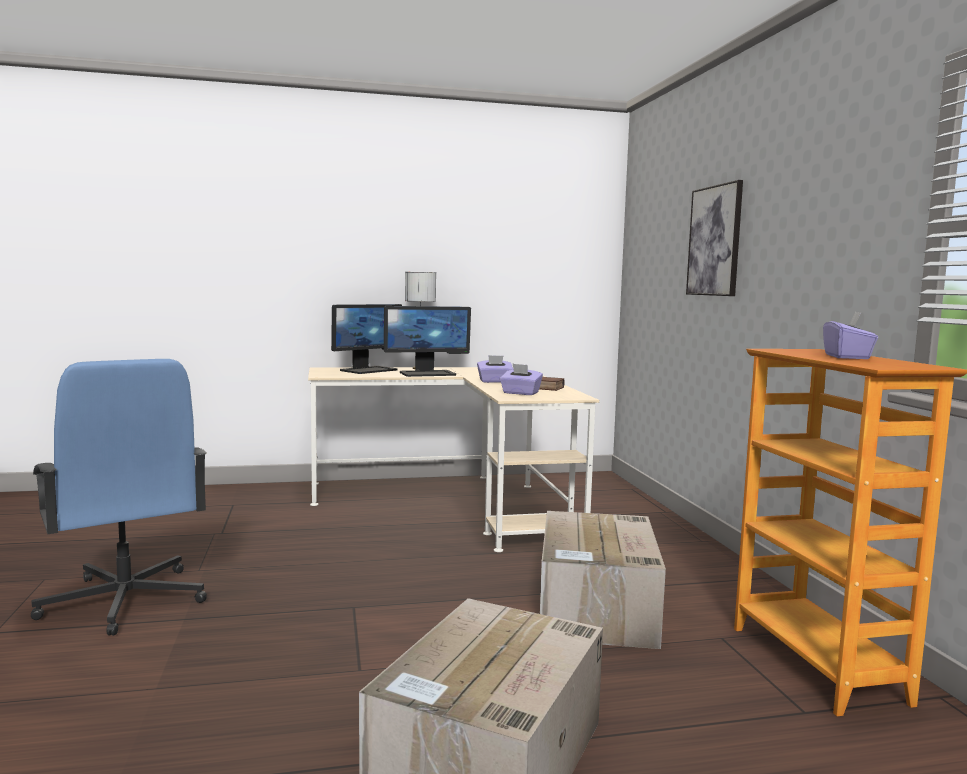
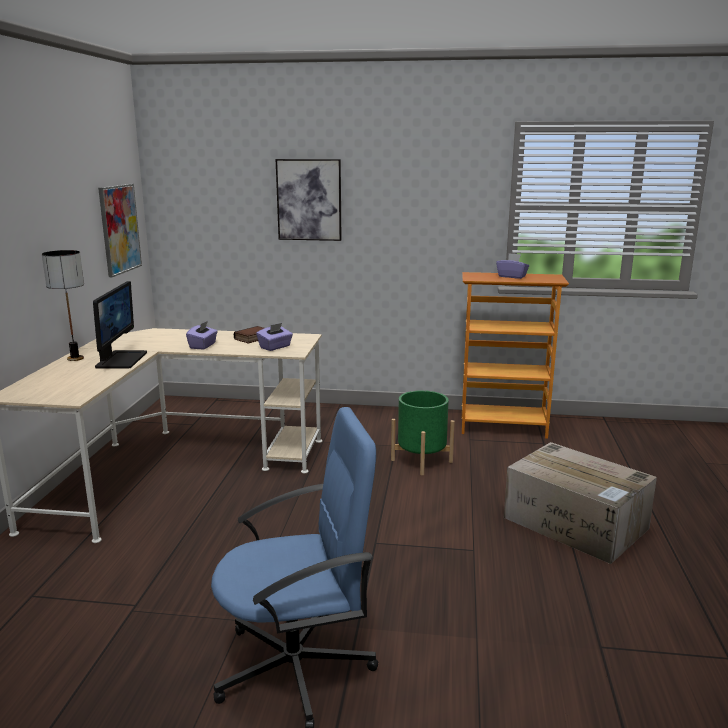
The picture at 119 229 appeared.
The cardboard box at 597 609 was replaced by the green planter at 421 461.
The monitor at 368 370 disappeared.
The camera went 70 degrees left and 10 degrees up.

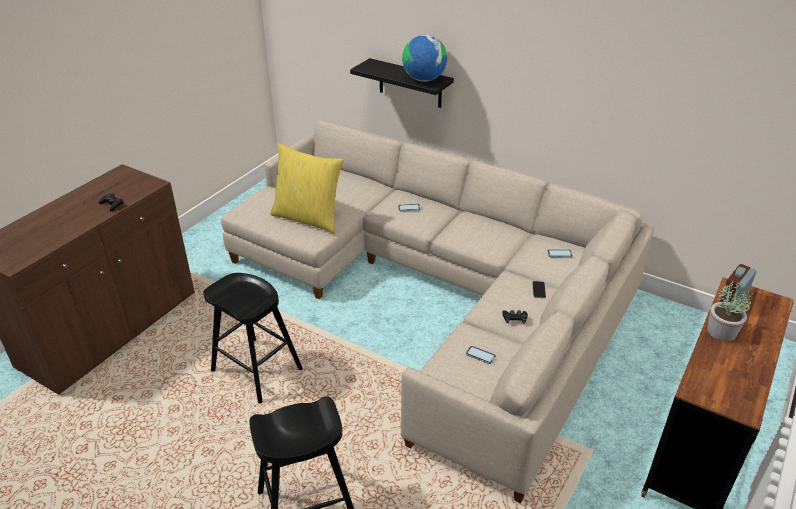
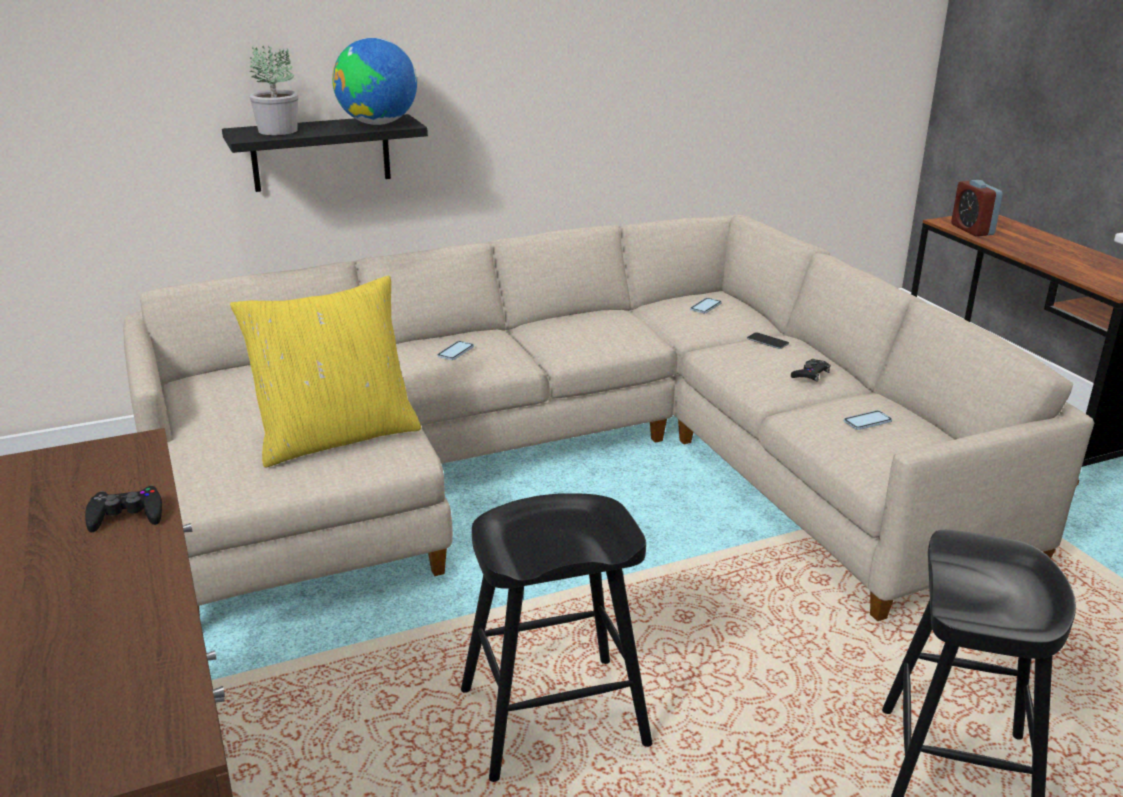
The potted plant moved from 721 332 to 277 131.
The camera went 55 degrees left and 10 degrees down.

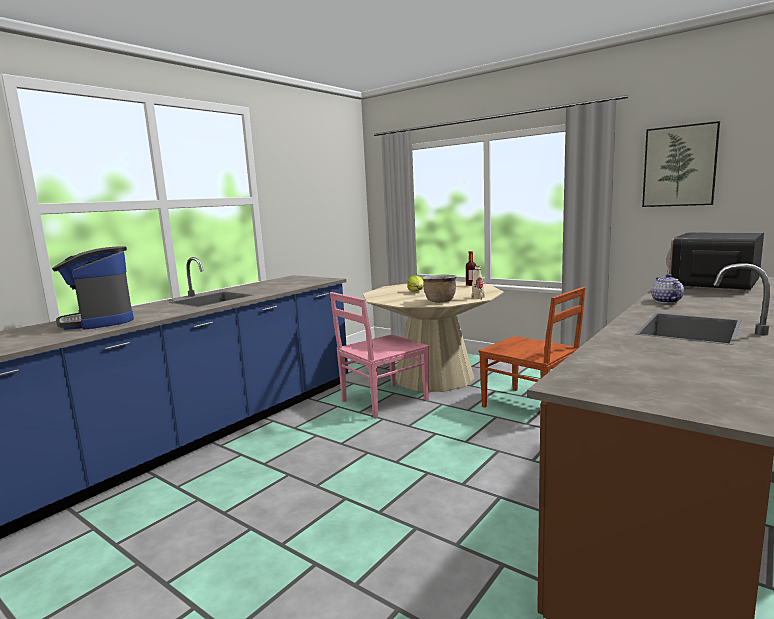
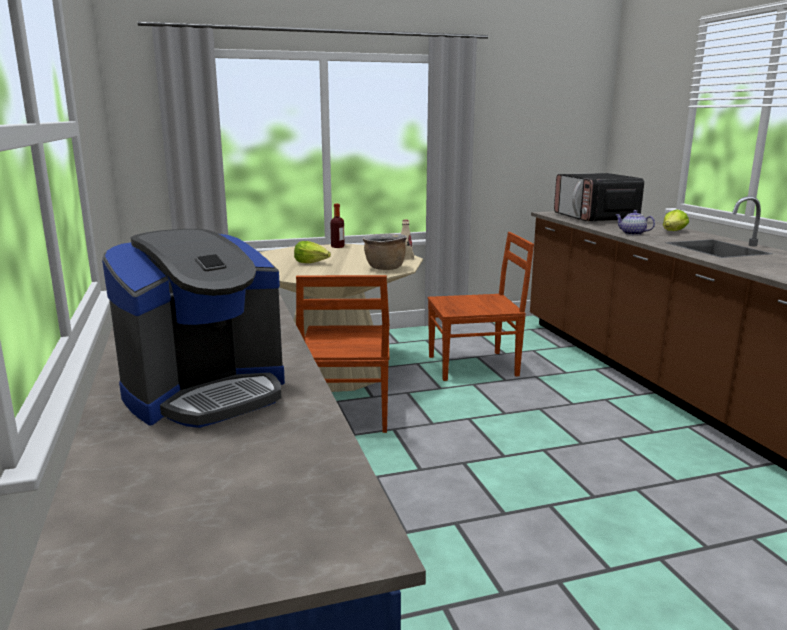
The coffee machine at 99 321 turned 45 degrees counterclockwise.
The pink chair at 382 401 became the brown chair at 347 413.
The lettuce at 673 232 appeared.
The picture at 679 166 disappeared.
The camera went 55 degrees left and 5 degrees up.

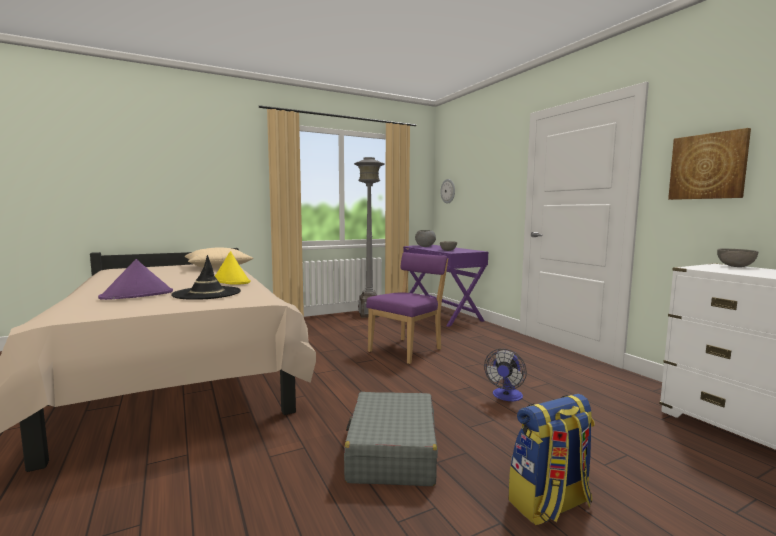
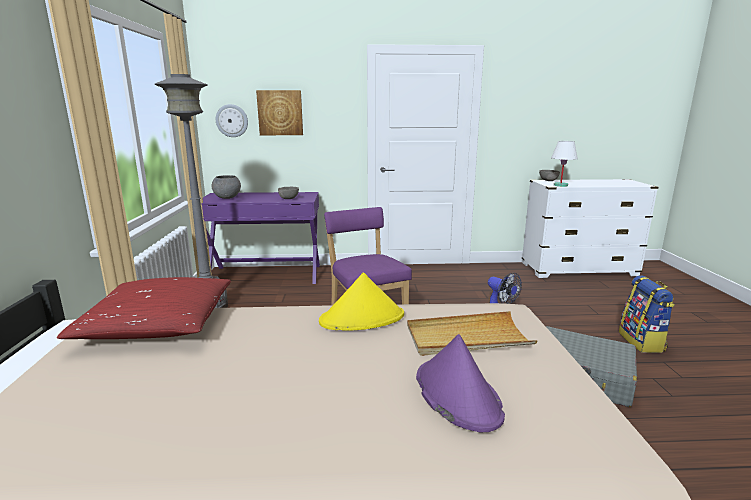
The beige pillow at 218 267 became the red pillow at 158 324.
The picture moved from 708 166 to 280 113.
The black hat at 207 293 was replaced by the beige tray at 467 338.
The white table lamp at 561 185 appeared.
The camera went 65 degrees left and 10 degrees up.

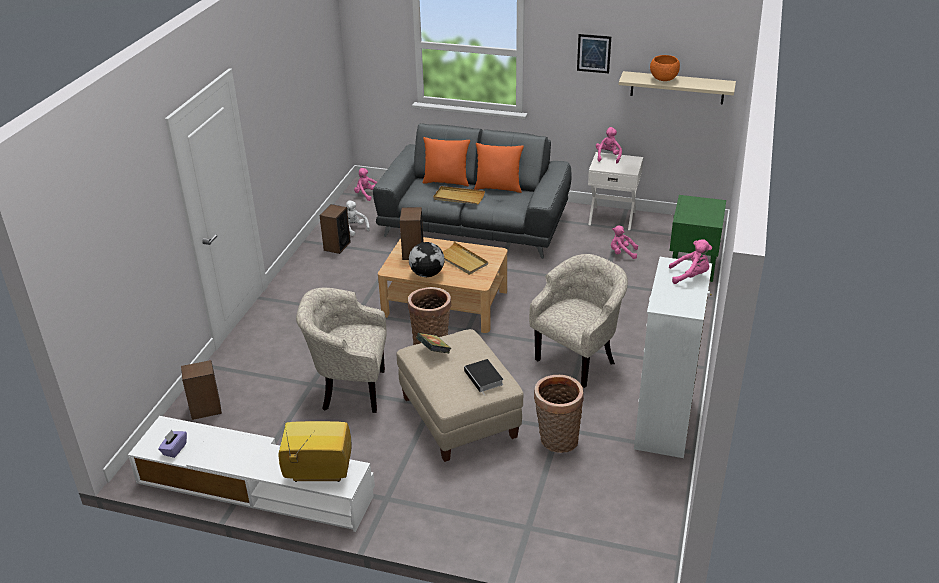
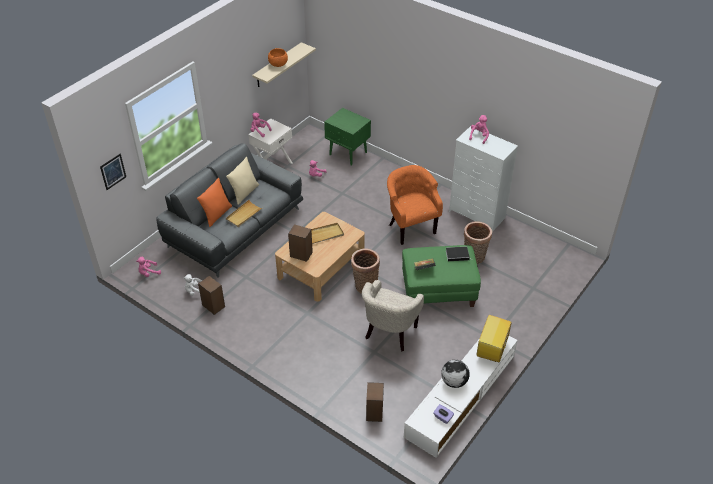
The picture moved from 594 53 to 113 171.
The orange pillow at 498 188 became the beige pillow at 244 193.
The beige armchair at 578 359 became the orange armchair at 410 227.
The beige ottoman at 459 417 became the green ottoman at 438 291.
The globe moved from 427 274 to 454 381.
The camera went 70 degrees left and 10 degrees up.

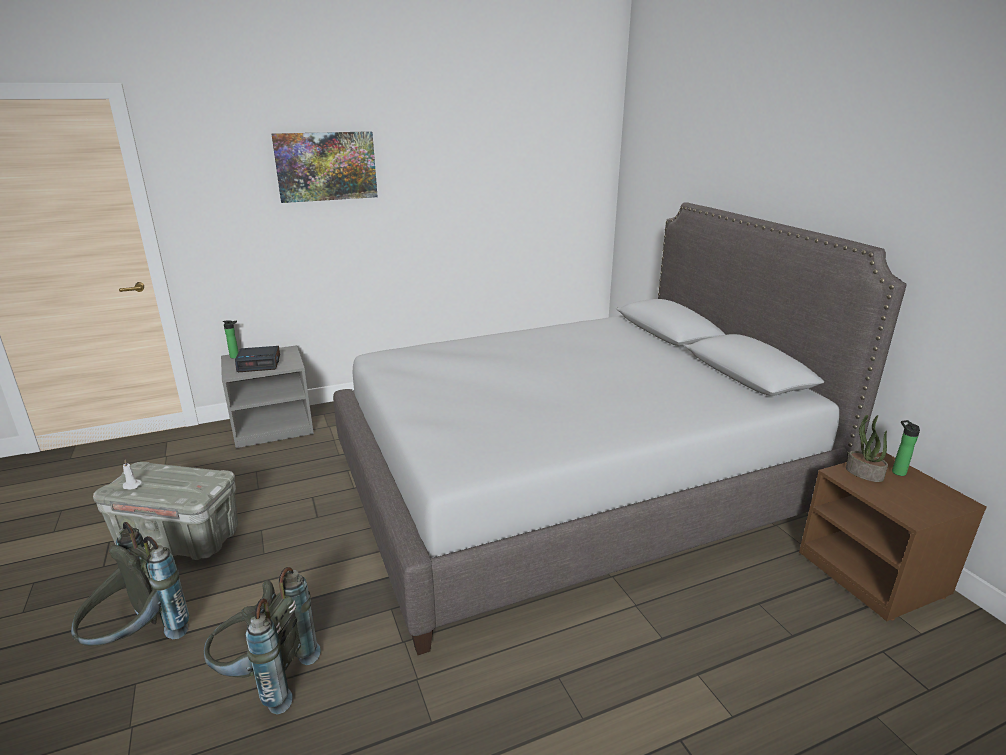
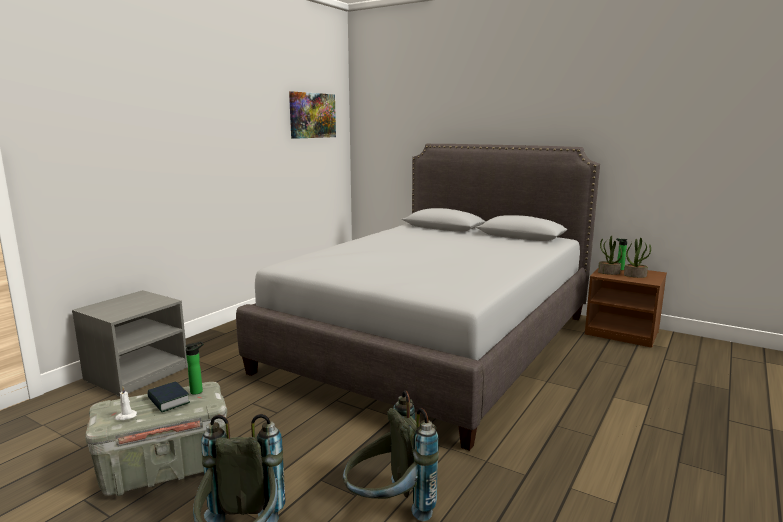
The book at 168 401 appeared.
The bottle moved from 236 356 to 198 391.
The picture moved from 326 166 to 312 115.
The potted plant at 635 275 appeared.
The alarm clock at 259 364 disappeared.
The camera went 35 degrees left and 10 degrees down.

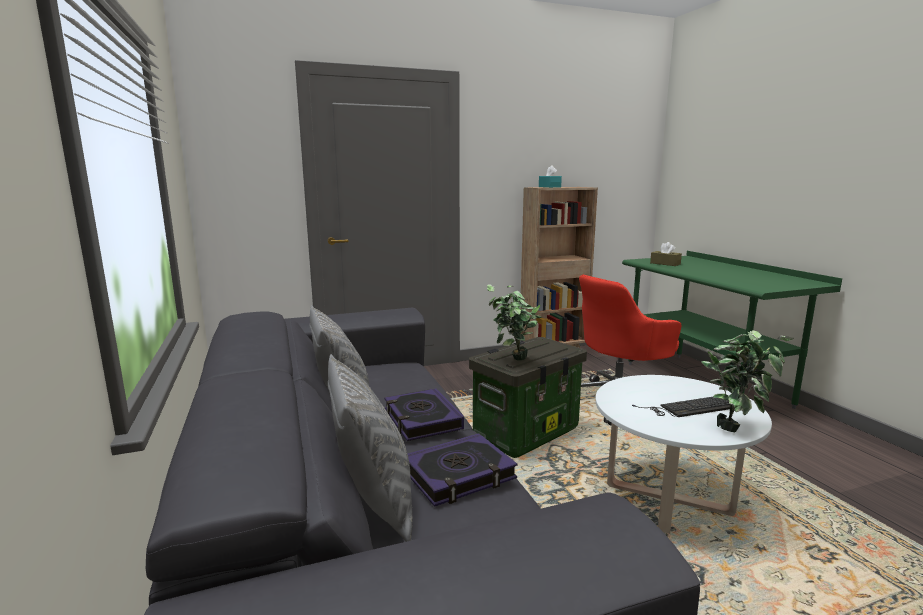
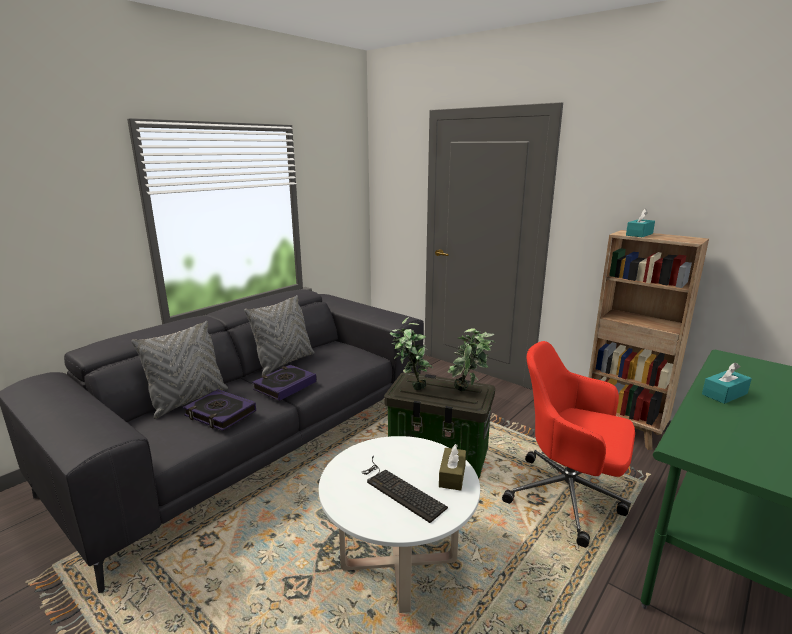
The brown tissue box moved from 665 263 to 452 475.
The potted plant moved from 735 427 to 469 391.
The turquoise tissue box at 724 394 appeared.
The camera went 60 degrees right and 5 degrees up.

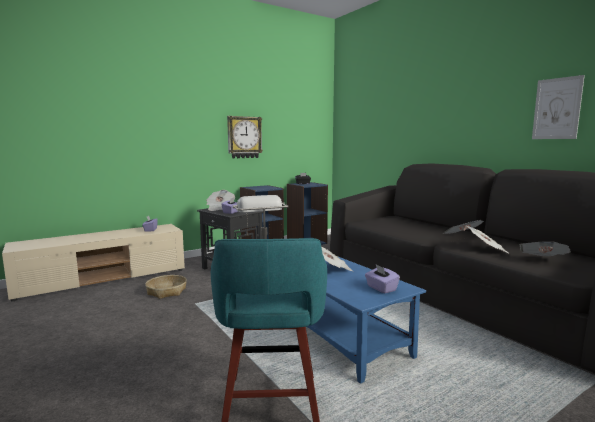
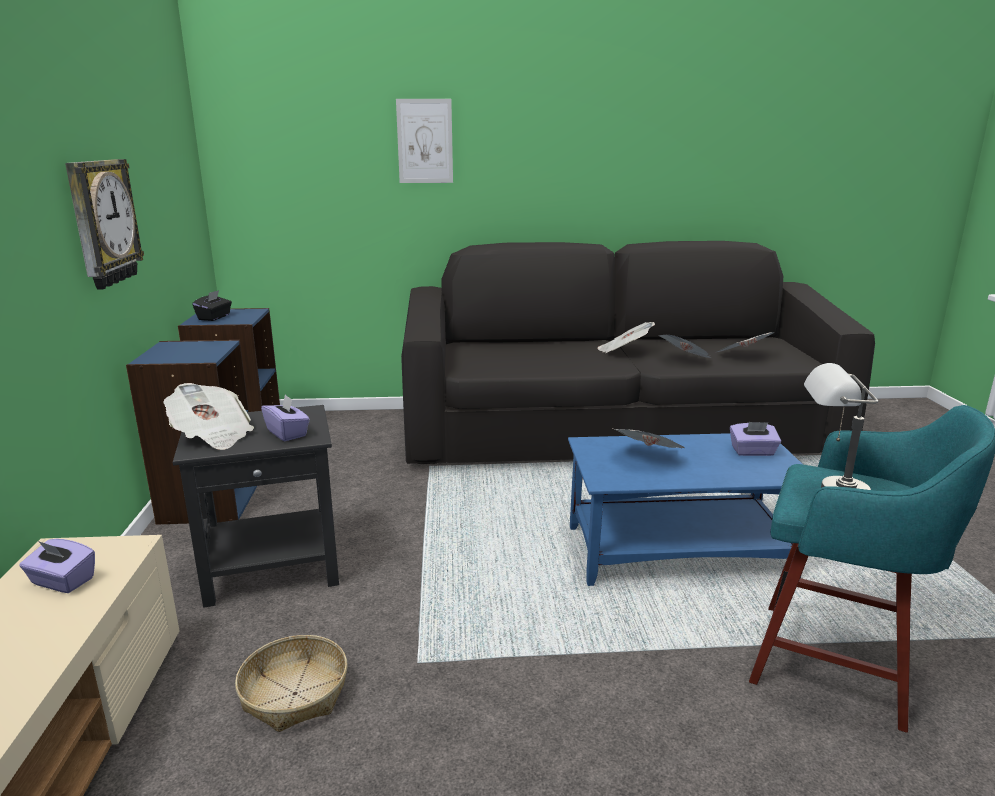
The picture moved from 557 108 to 425 141.
The camera went 60 degrees left and 10 degrees up.

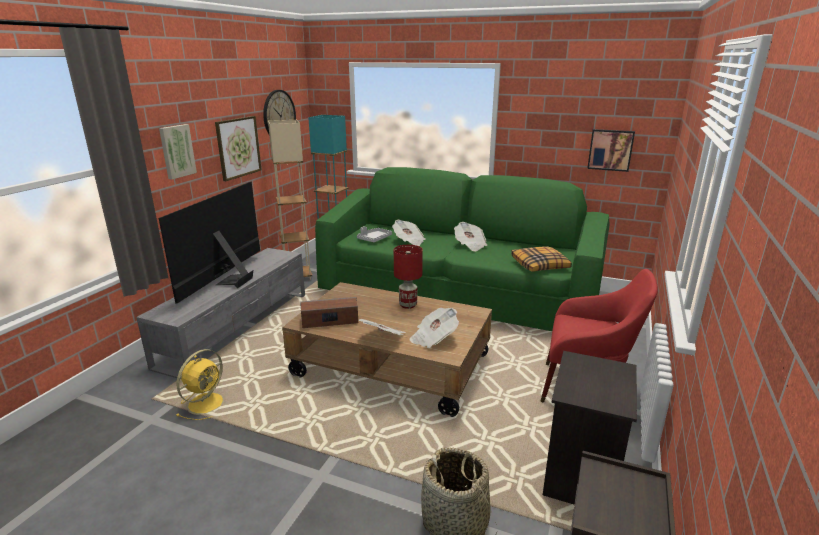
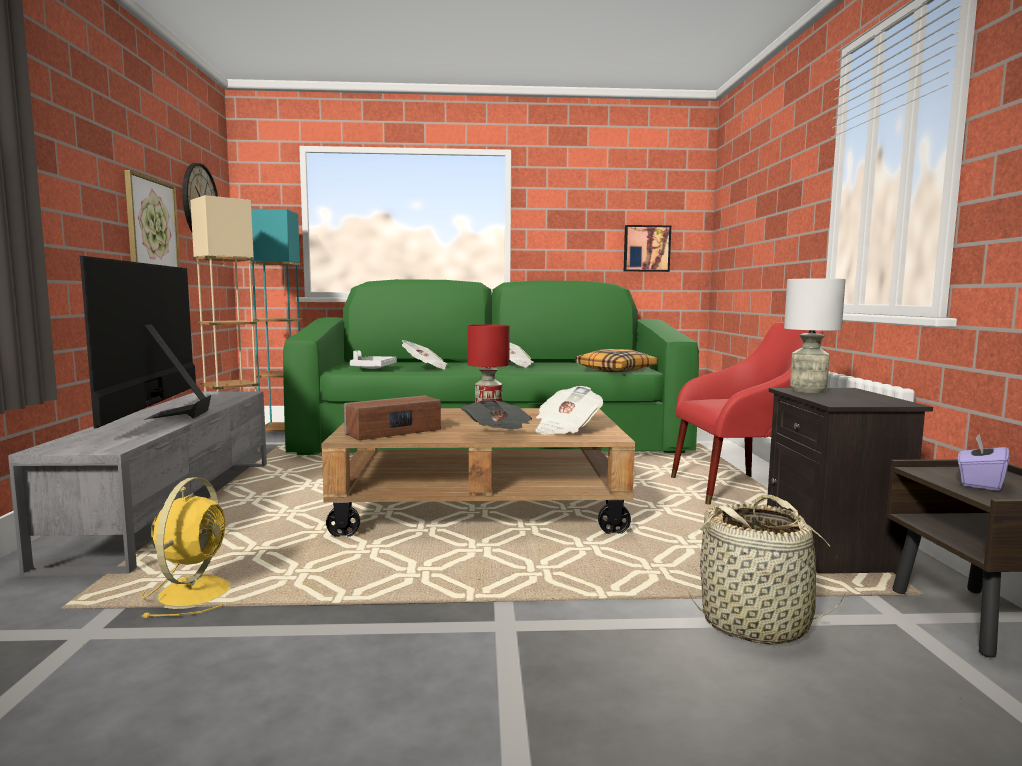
The grey table lamp at 808 391 appeared.
The purple tissue box at 980 483 appeared.
The picture at 176 151 disappeared.
The camera went 25 degrees left and 15 degrees down.

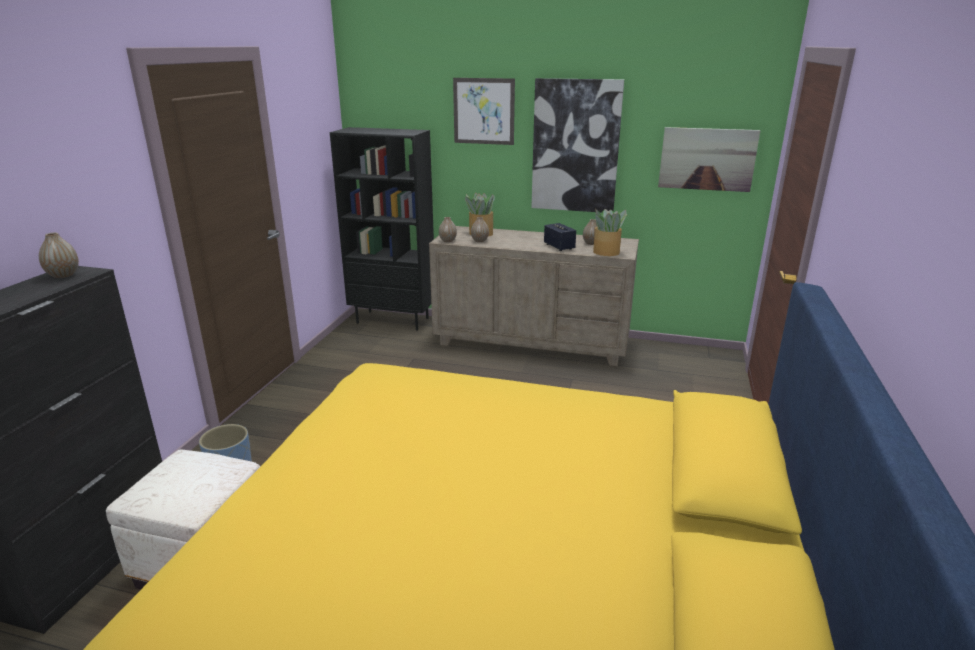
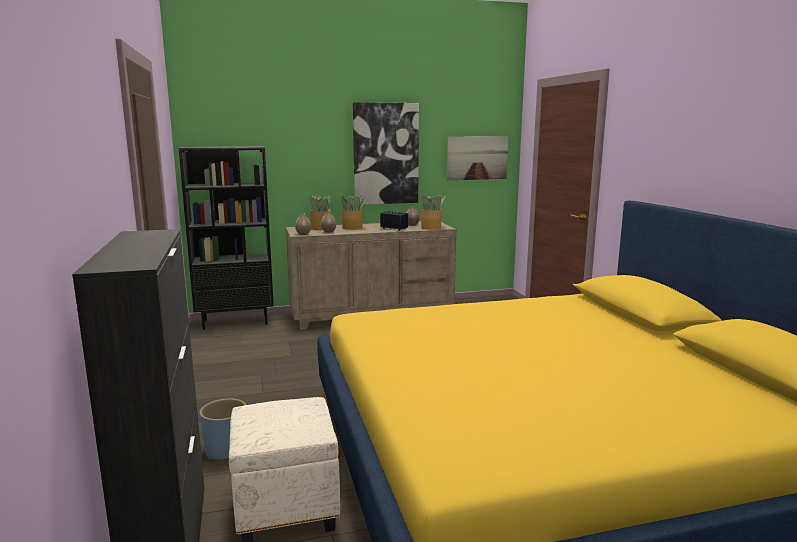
The potted plant at 352 228 appeared.
The vase at 63 275 disappeared.
The picture at 484 111 disappeared.
The camera went 30 degrees left and 10 degrees down.

